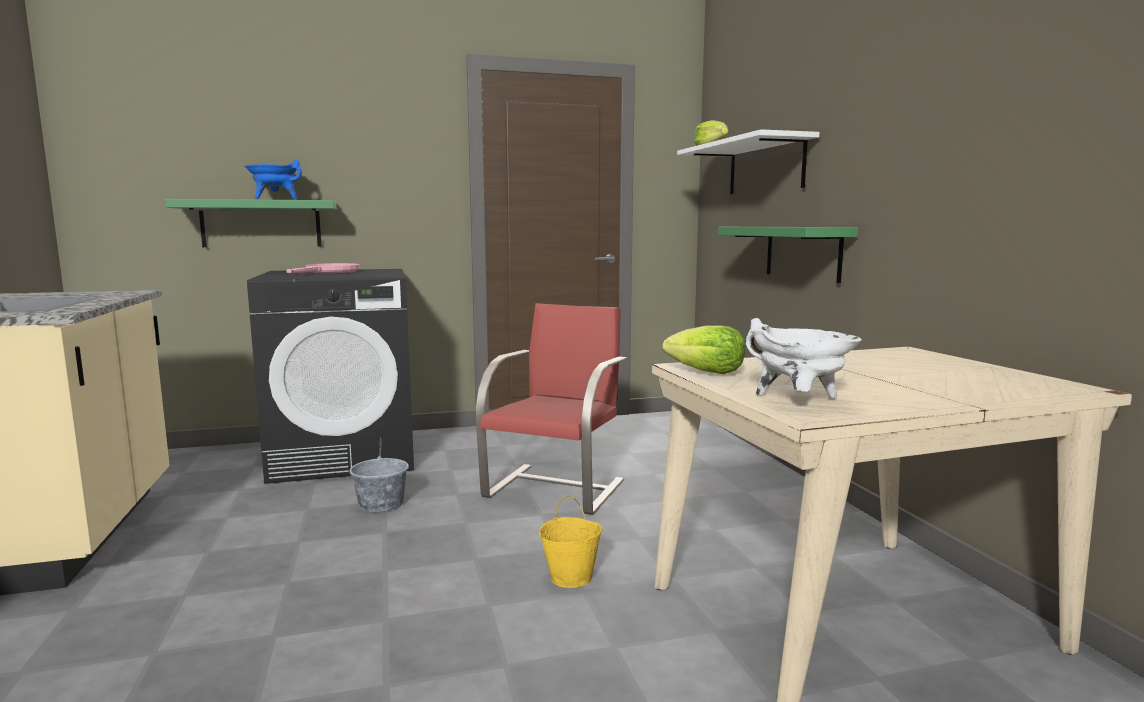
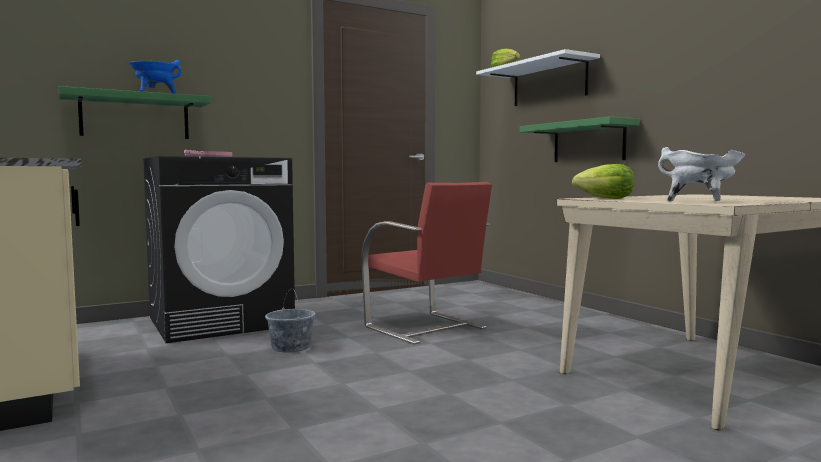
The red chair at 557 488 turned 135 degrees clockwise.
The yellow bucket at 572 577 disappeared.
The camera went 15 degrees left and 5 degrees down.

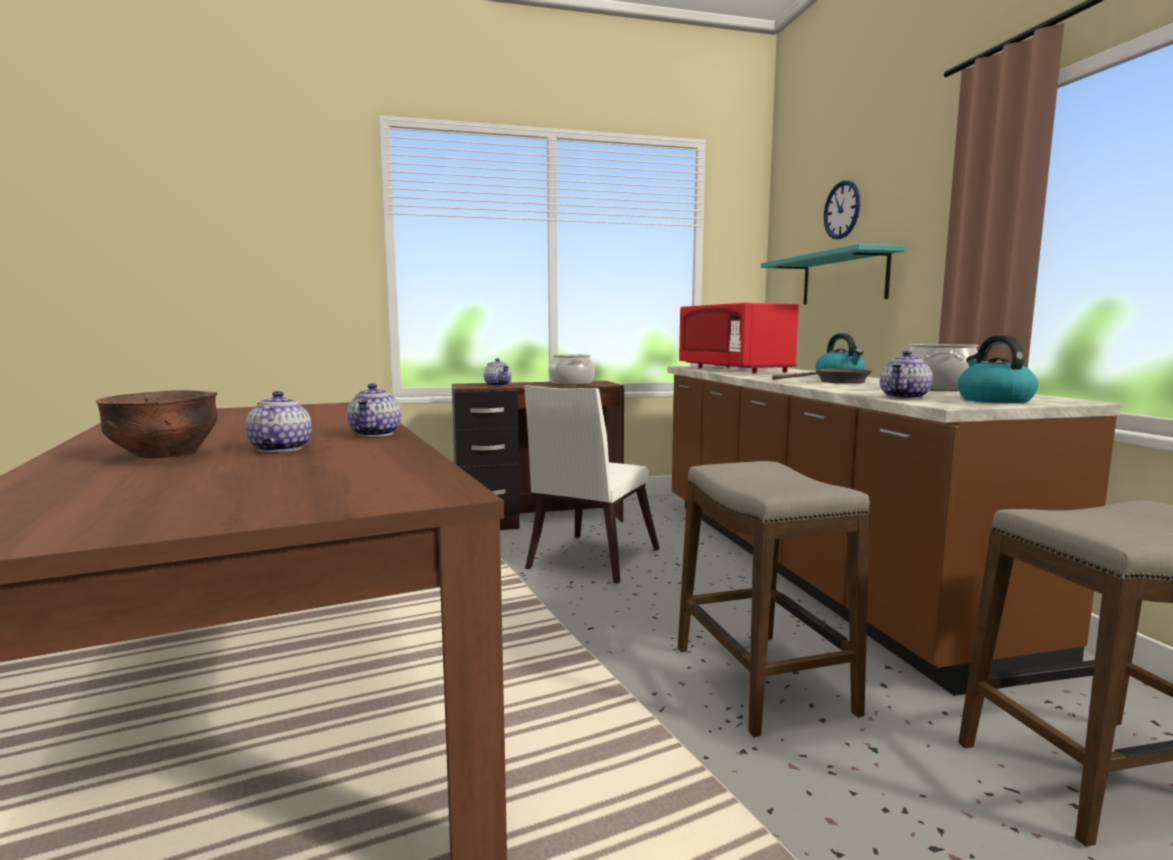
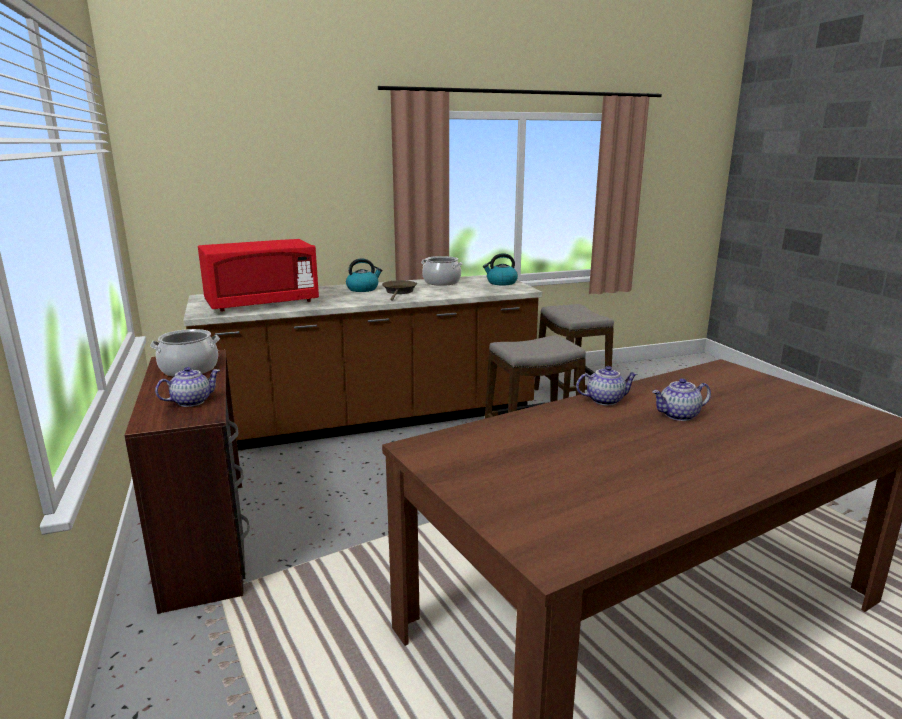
The brown bowl at 166 456 disappeared.
The white chair at 588 561 disappeared.
The turquoise shelf at 843 279 disappeared.
The wall clock at 842 210 disappeared.
The teapot at 905 397 disappeared.
The camera went 95 degrees left and 10 degrees up.

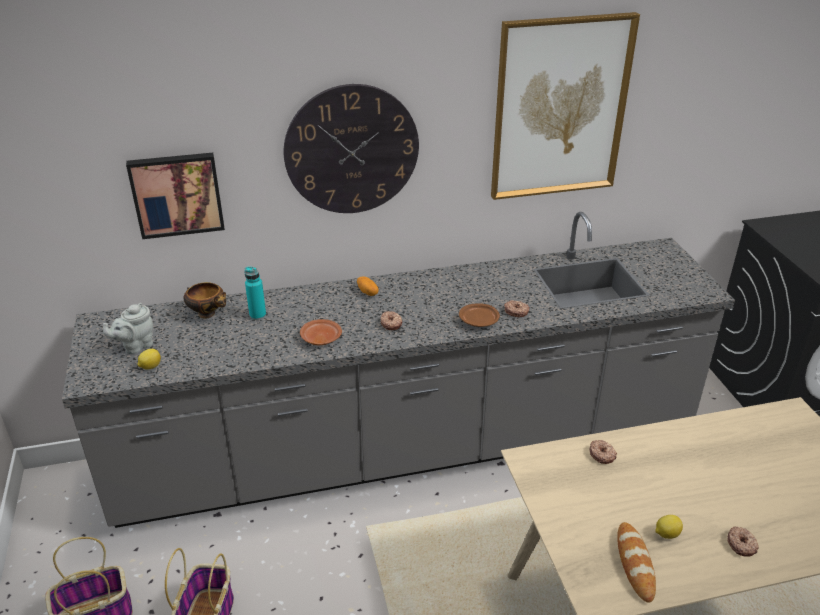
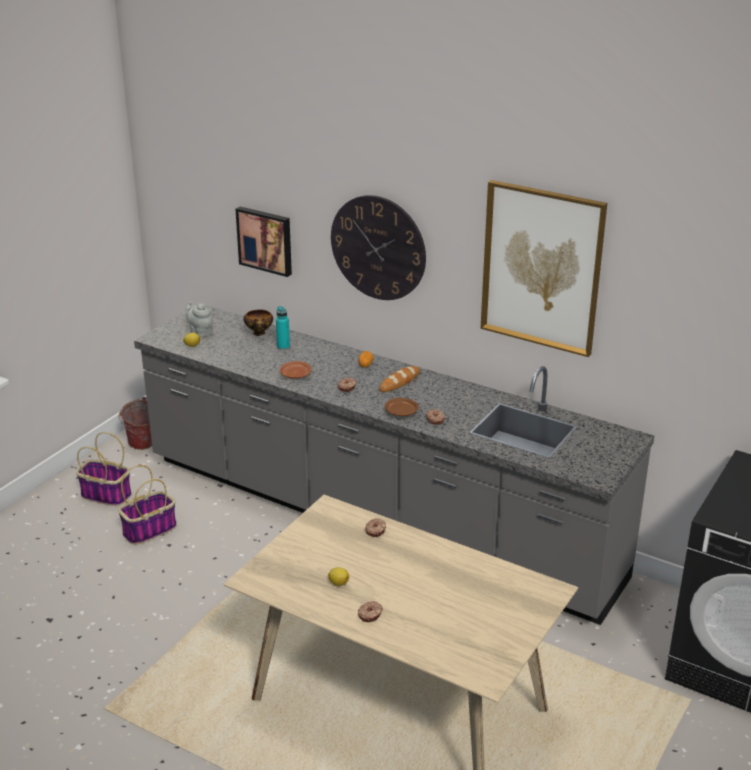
The bucket at 143 446 appeared.
The grey teapot at 135 346 turned 45 degrees clockwise.
The bread moved from 635 563 to 399 382.
The camera went 45 degrees right and 5 degrees down.

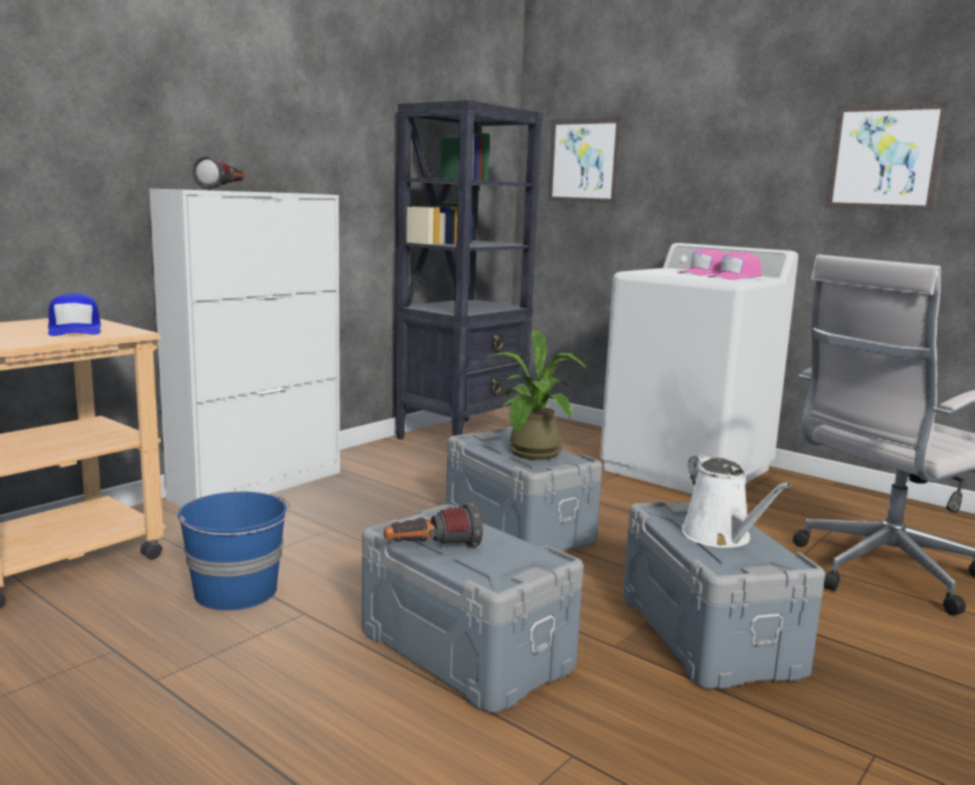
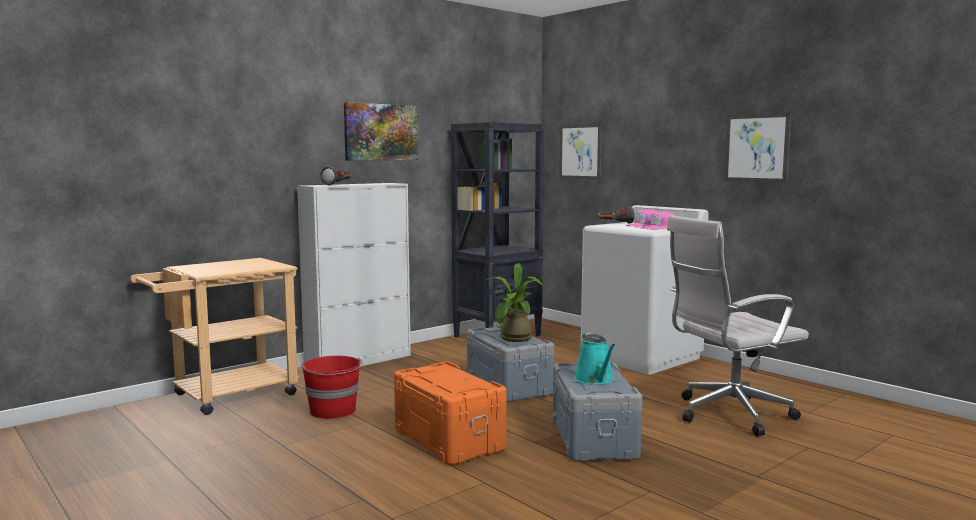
The blue bucket at 237 592 became the red bucket at 333 411.
The picture at 380 132 appeared.
The grey storage box at 467 649 became the orange storage box at 449 439.
The white watering can at 720 537 became the turquoise watering can at 595 380.
The flashlight moved from 432 549 to 614 224.
The blue cap at 75 329 disappeared.
The camera went 10 degrees right and 5 degrees down.

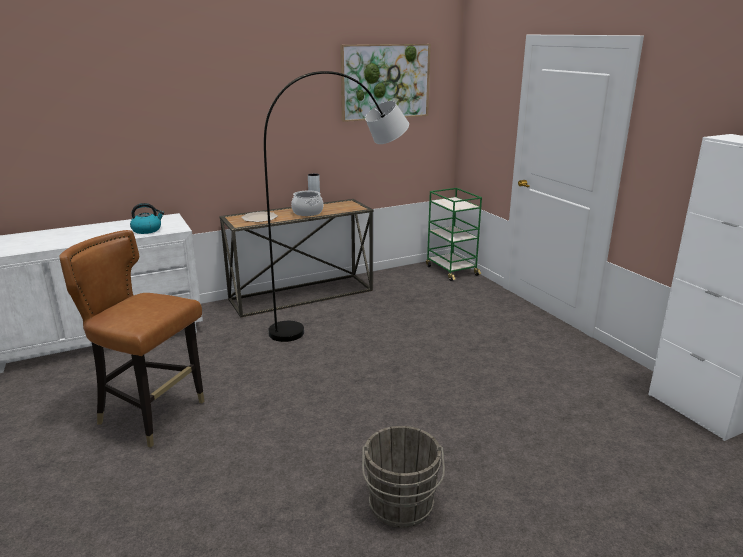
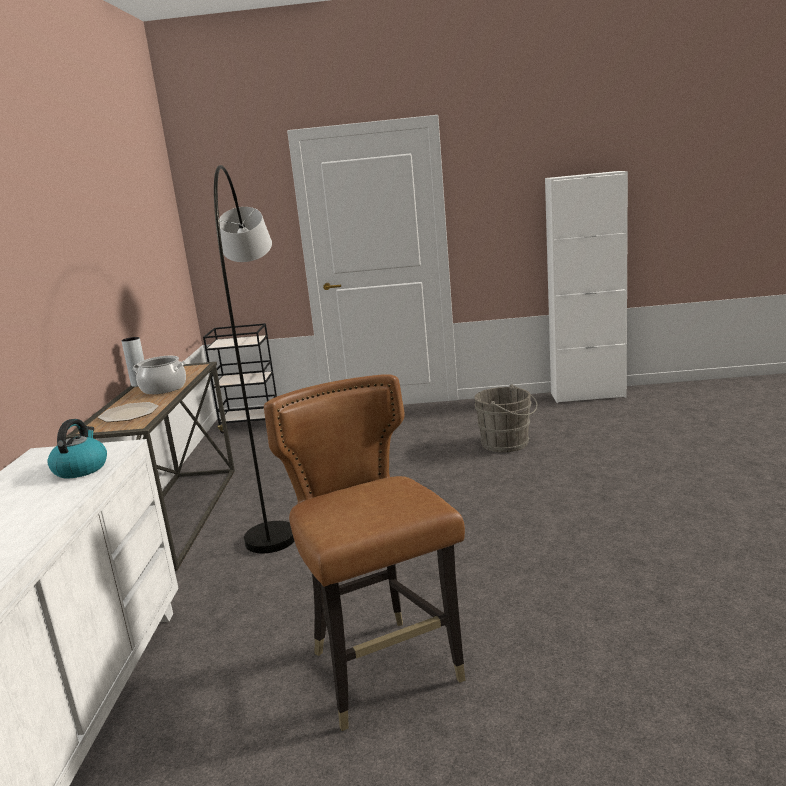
The green cart at 451 270 became the black cart at 251 424.
The brown chair at 152 415 turned 105 degrees clockwise.
The grey bucket moved from 401 508 to 507 444.
The picture at 385 82 disappeared.
The camera went 60 degrees left and 5 degrees down.

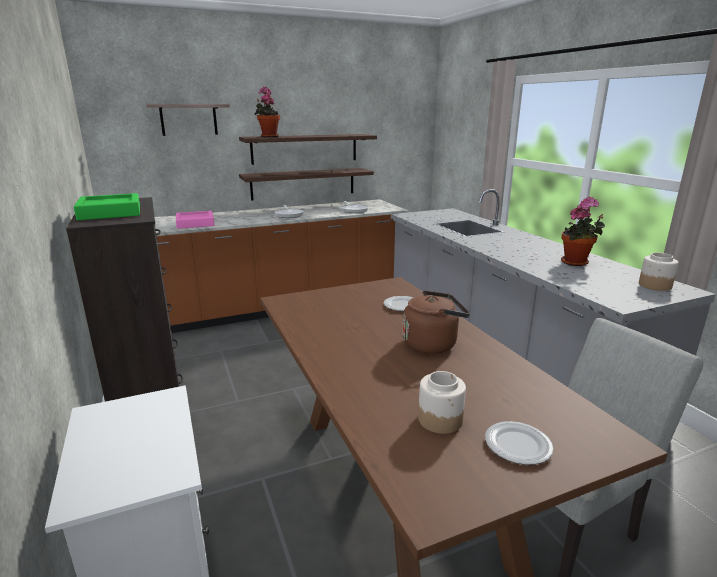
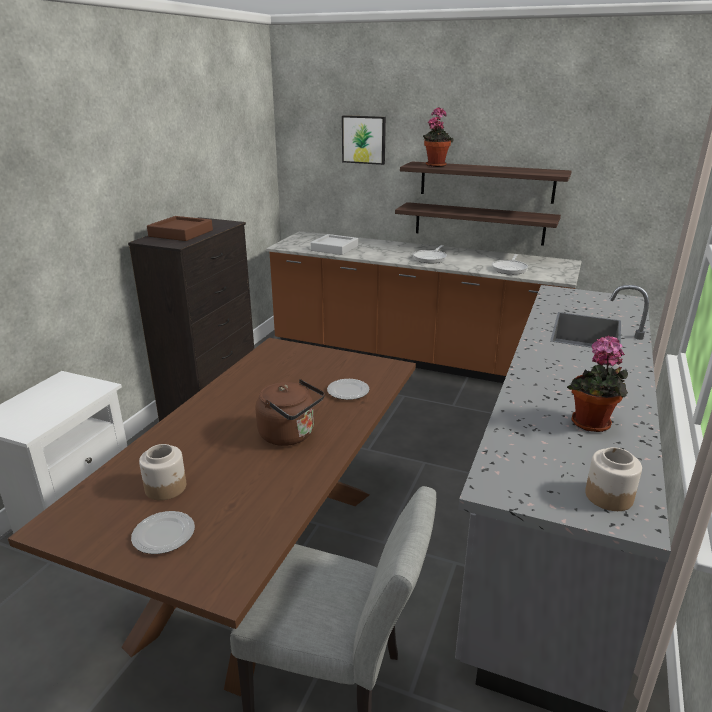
The green tray at 110 212 became the brown tray at 181 233.
The pink tray at 195 223 became the grey tray at 334 248.
The shelf at 189 119 was replaced by the picture at 364 139.
The camera went 45 degrees right and 5 degrees up.

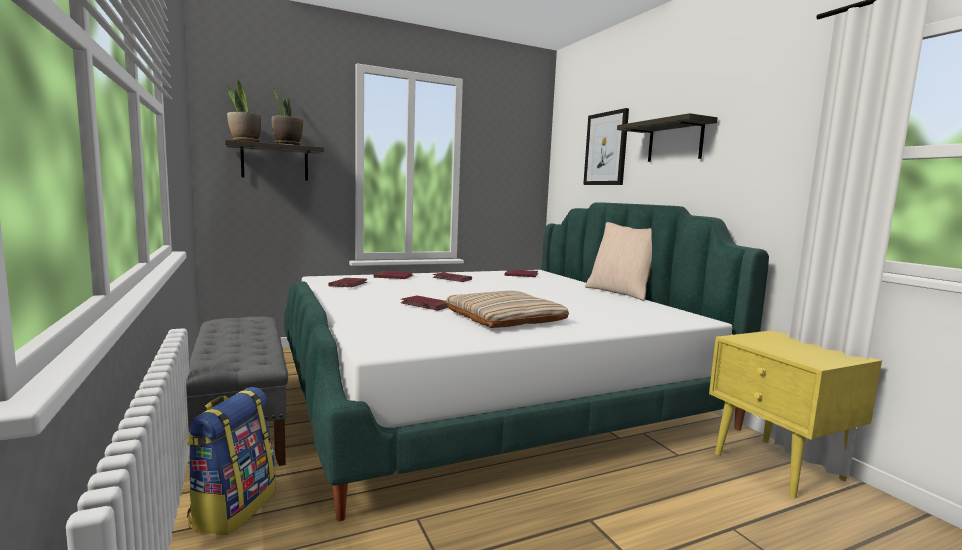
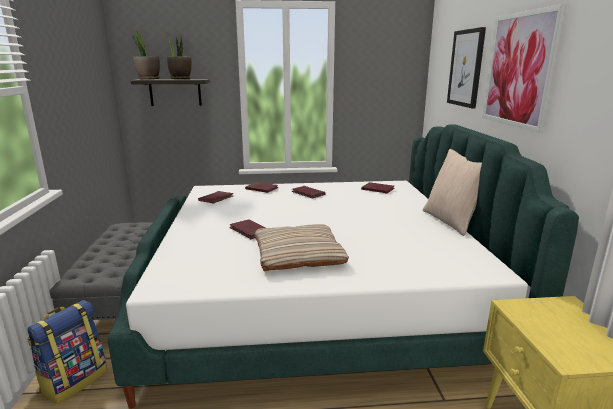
The shelf at 675 141 was replaced by the picture at 518 70.
The camera went 20 degrees right and 10 degrees up.

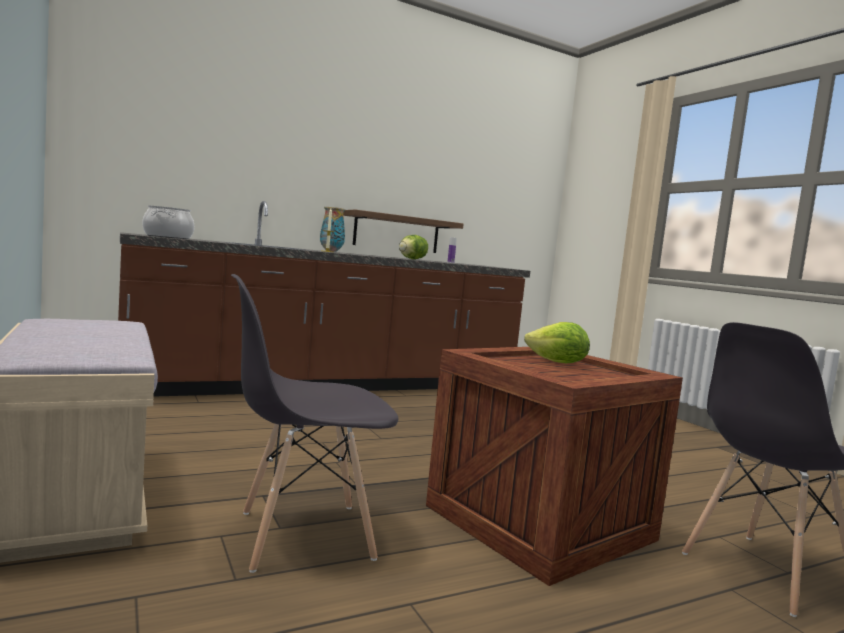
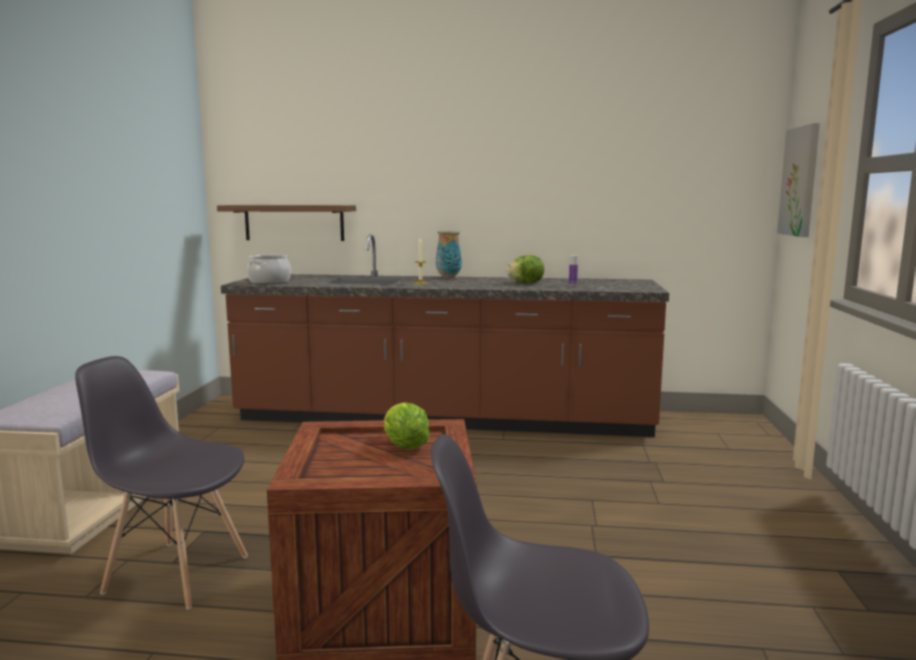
The shelf moved from 396 233 to 294 222.
The picture at 800 181 appeared.
The camera went 35 degrees right and 5 degrees up.

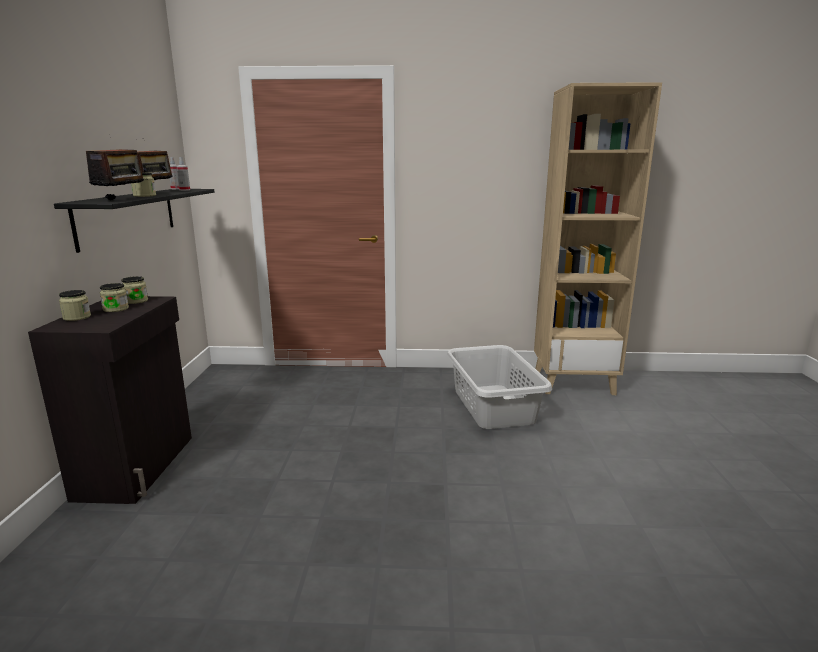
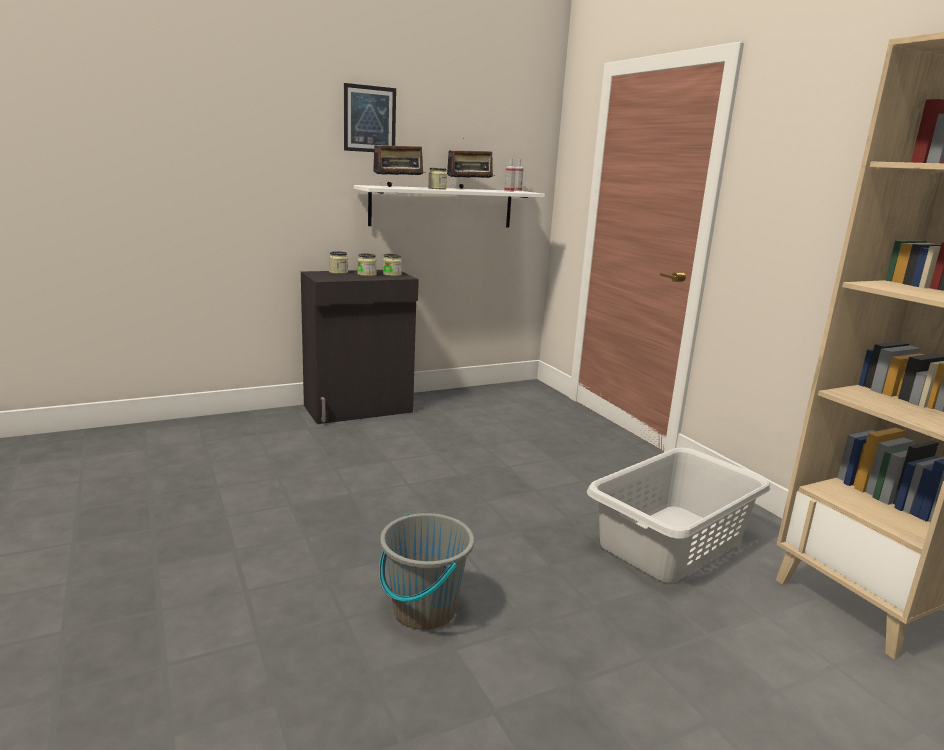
The picture at 369 119 appeared.
The black shelf at 128 216 became the white shelf at 442 207.
The grey bucket at 423 610 appeared.
The camera went 60 degrees right and 0 degrees up.

